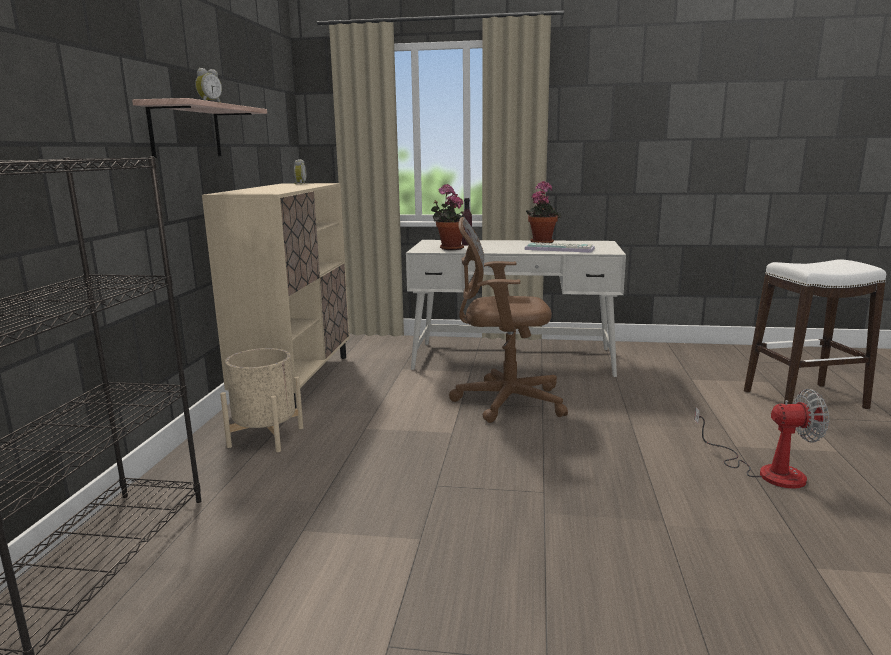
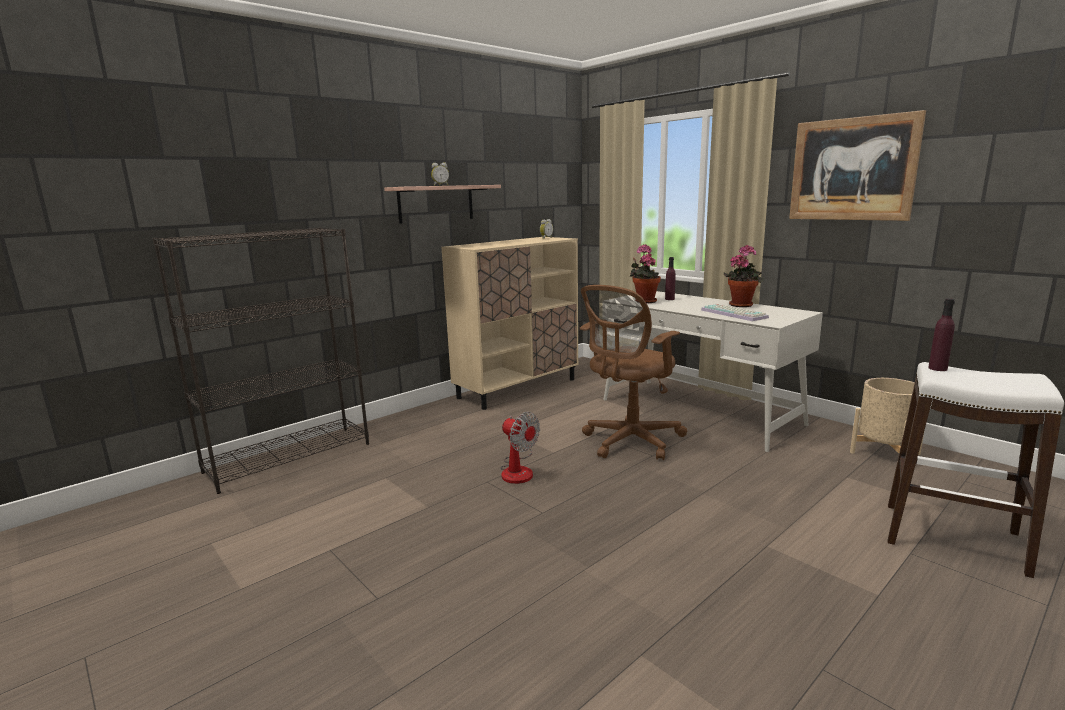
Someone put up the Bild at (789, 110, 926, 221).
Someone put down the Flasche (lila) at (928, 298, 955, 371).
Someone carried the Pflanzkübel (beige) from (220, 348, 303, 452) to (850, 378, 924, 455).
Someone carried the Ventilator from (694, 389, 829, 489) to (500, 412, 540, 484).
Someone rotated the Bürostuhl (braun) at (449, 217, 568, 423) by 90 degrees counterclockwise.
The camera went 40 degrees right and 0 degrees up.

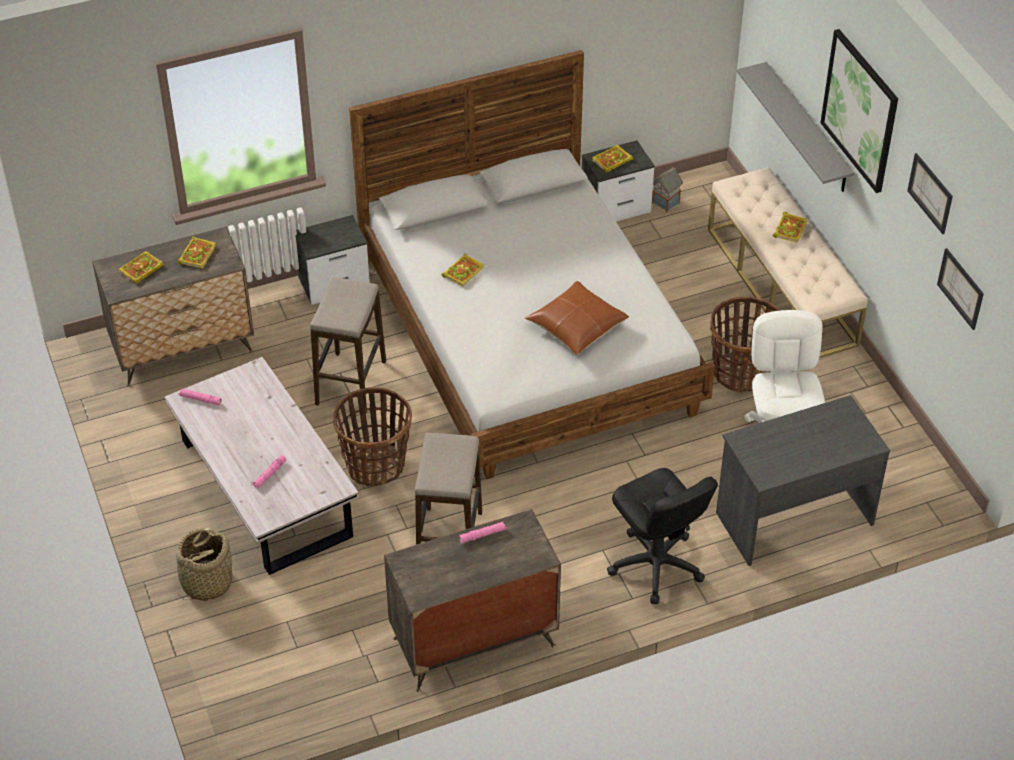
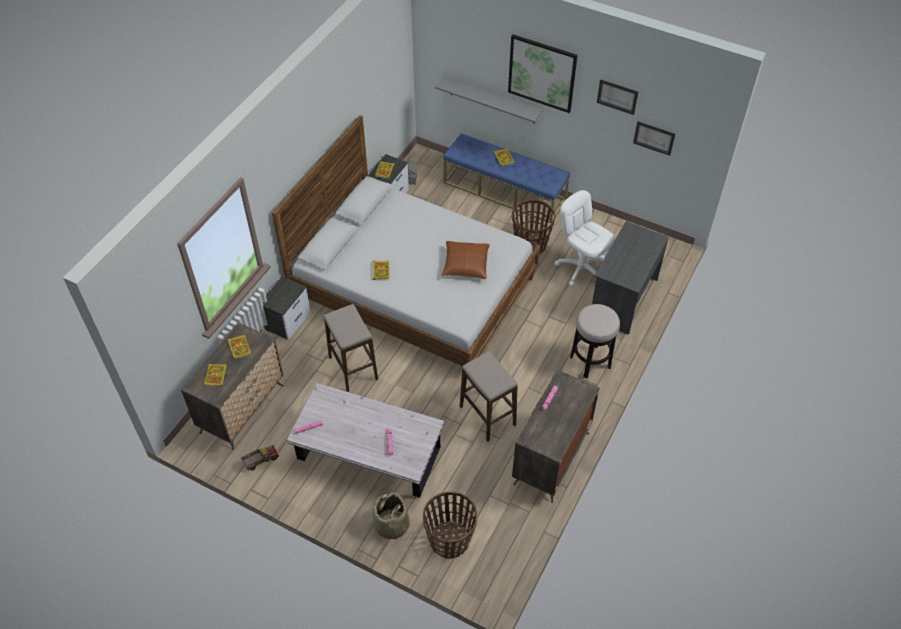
Someone put down the Spielzeuglaster at (241, 445, 279, 471).
Someone carried the Korb from (333, 387, 412, 487) to (423, 492, 477, 559).
Someone swapped the Bürostuhl (schwarz) at (607, 468, 718, 604) for the Hocker at (570, 304, 620, 379).
Someone repainted the Bank (beige) at (708, 167, 868, 358), which became the Bank (blau) at (443, 133, 570, 223).
The camera went 40 degrees left and 5 degrees up.

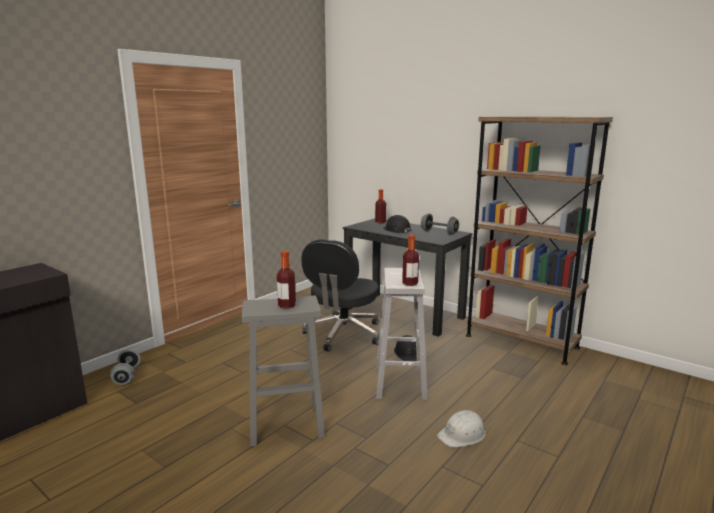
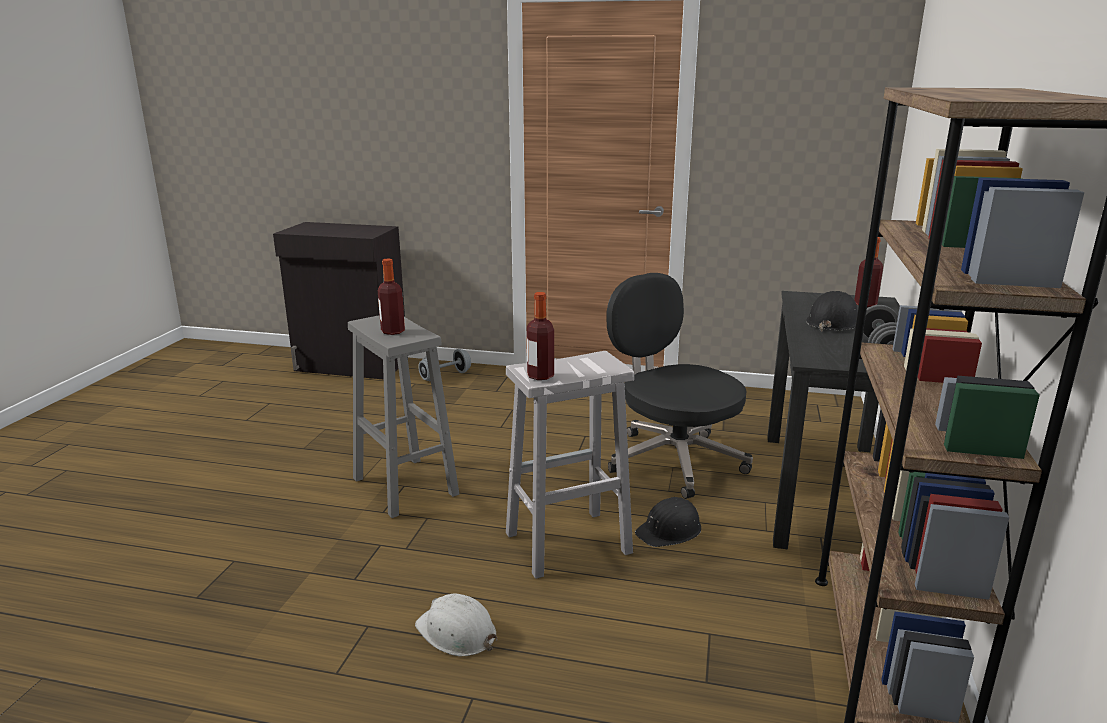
Someone rotated the Bürostuhl (schwarz) at (301, 239, 379, 352) by 60 degrees clockwise.
The camera went 65 degrees right and 5 degrees up.

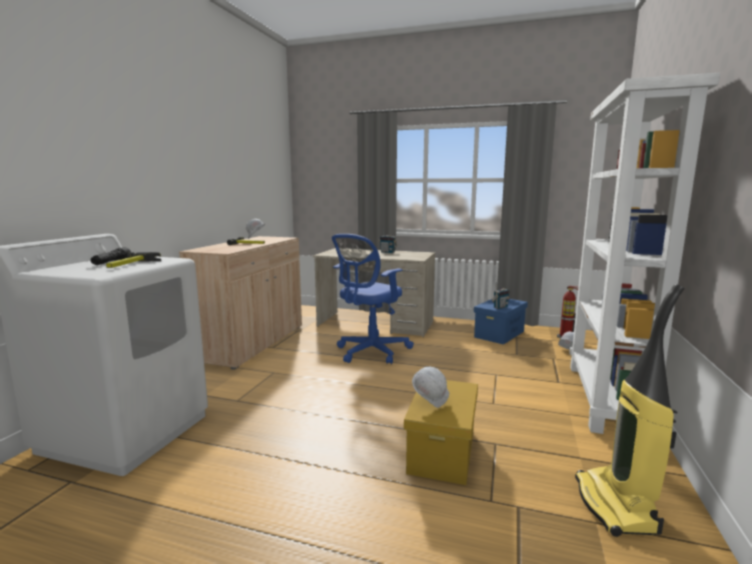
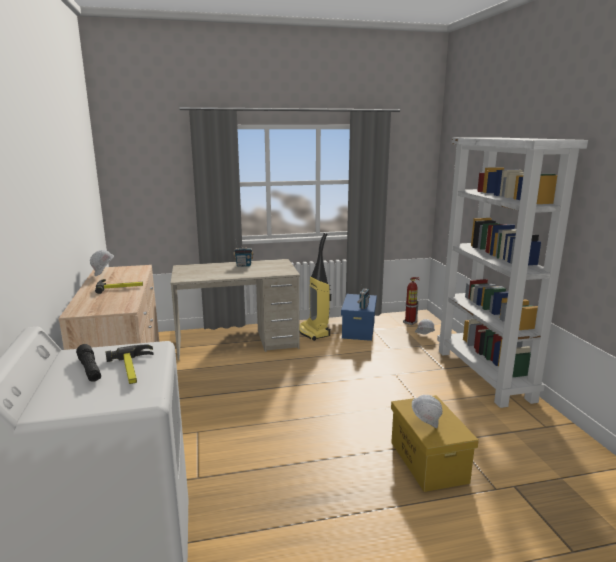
Someone took away the Bürostuhl (blau) at (332, 234, 414, 364).
Someone carried the Staubsauger from (575, 284, 685, 537) to (299, 233, 331, 341).
The camera went 30 degrees left and 5 degrees up.

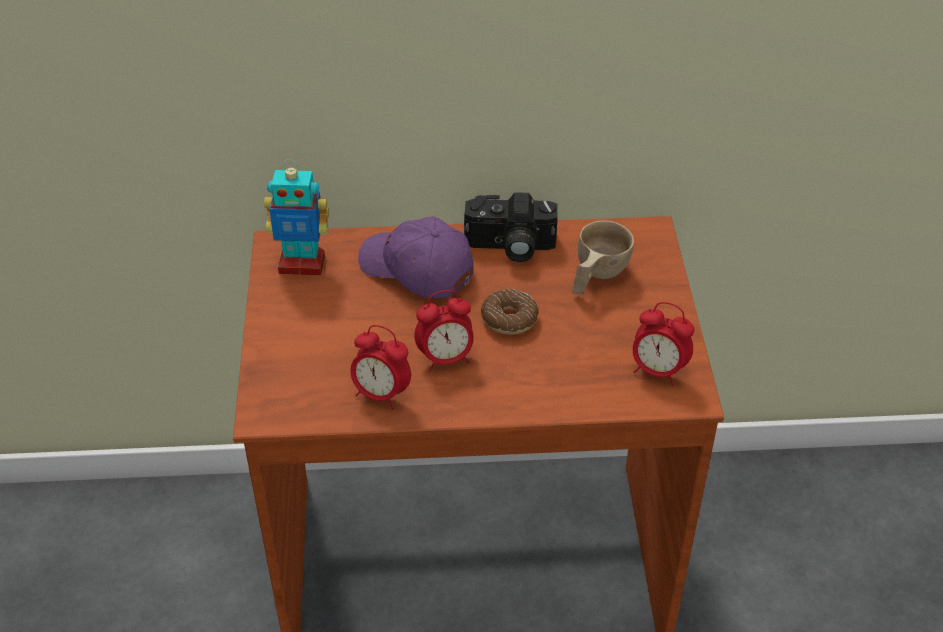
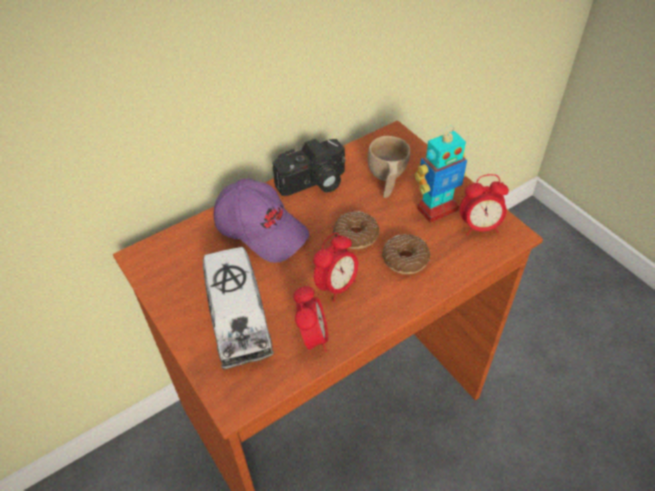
Someone put down the Spielzeuglaster at (203, 247, 274, 369).
Someone put down the Donut at (382, 234, 430, 274).
Someone carried the Spielzeugroboter from (264, 159, 329, 275) to (415, 125, 467, 223).
Someone rotated the Wecker at (350, 325, 411, 410) by 90 degrees counterclockwise.
Someone rotated the Kappe (lila) at (358, 216, 474, 299) by 150 degrees counterclockwise.
The camera went 30 degrees left and 5 degrees up.

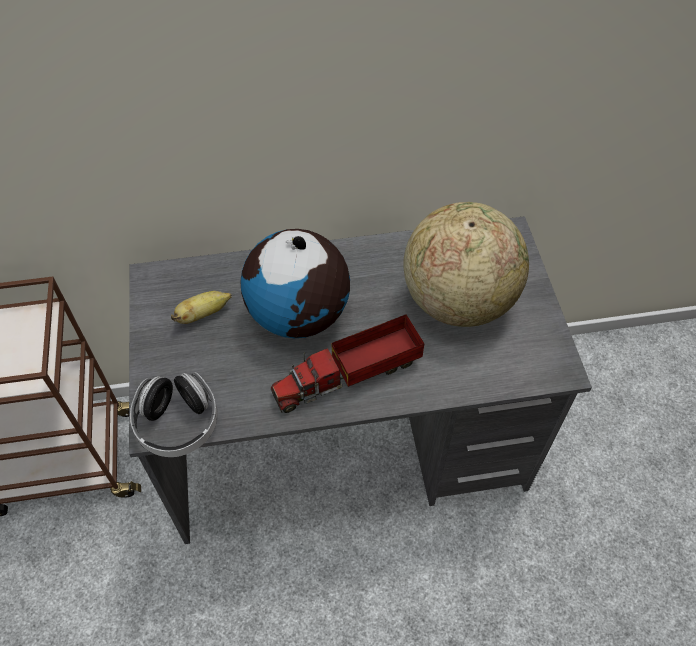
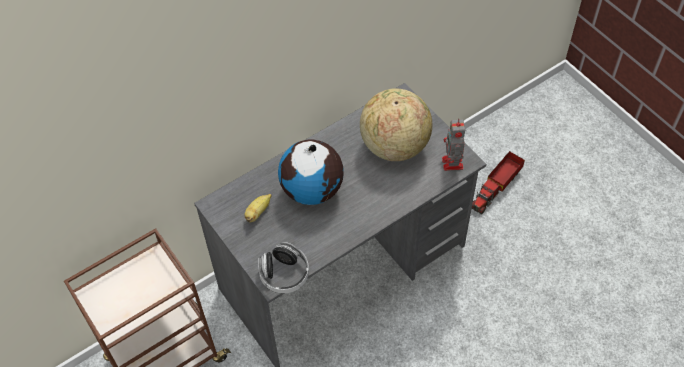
Someone put down the Spielzeugroboter at (442, 118, 465, 171).
Someone carried the Spielzeuglaster from (271, 314, 424, 413) to (472, 151, 525, 214).
The camera went 25 degrees left and 0 degrees up.

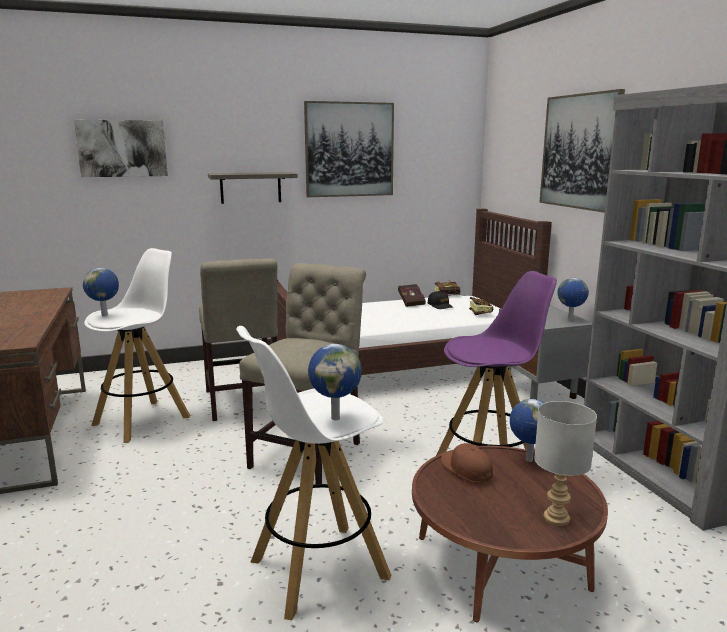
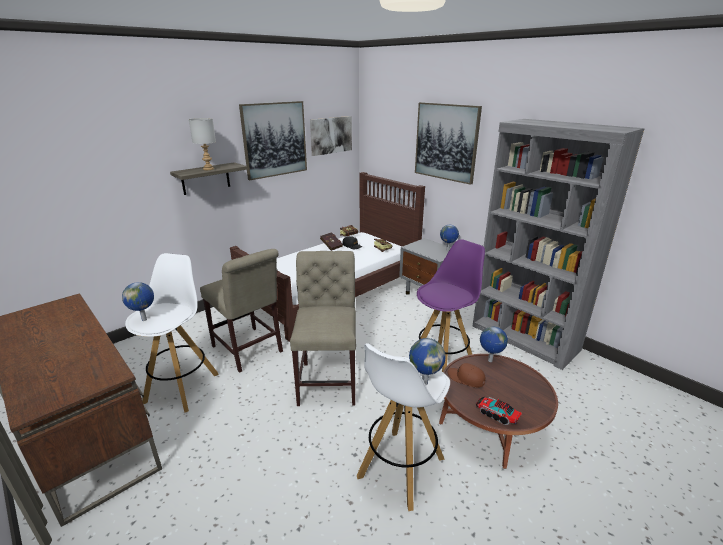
Someone put down the Spielzeuglaster at (476, 397, 522, 425).
Someone carried the Bild from (74, 120, 168, 177) to (310, 116, 352, 156).
Someone carried the Tischlampe (grau) from (534, 401, 597, 526) to (189, 118, 216, 170).
The camera went 25 degrees left and 10 degrees up.

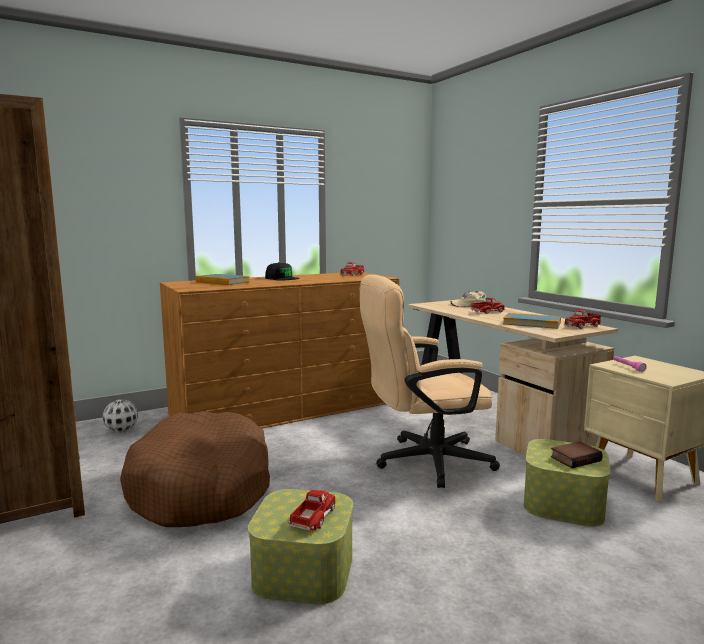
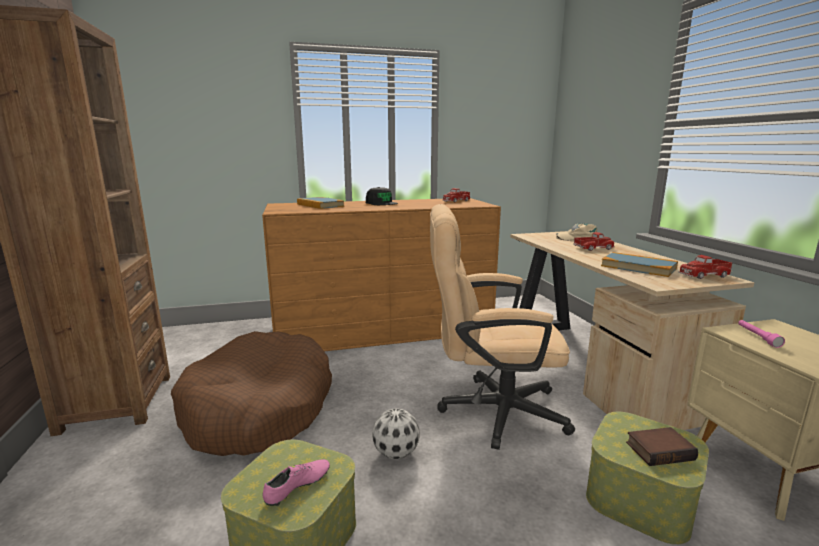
Someone carried the Fußball from (103, 399, 138, 432) to (372, 409, 420, 459).
Someone swapped the Spielzeuglaster at (288, 490, 336, 530) for the Schuh (rosa) at (263, 459, 330, 506).
The camera went 15 degrees right and 5 degrees up.

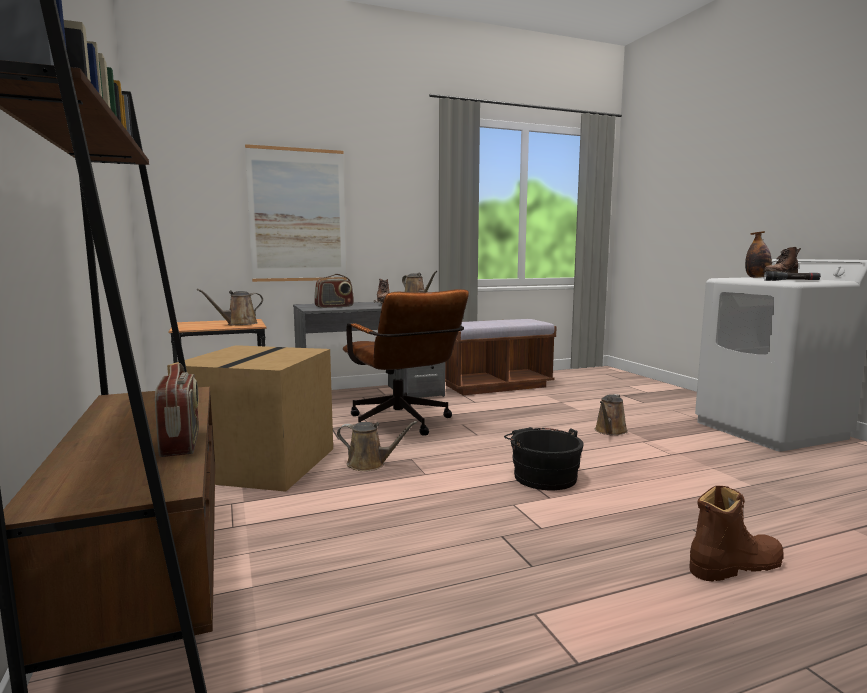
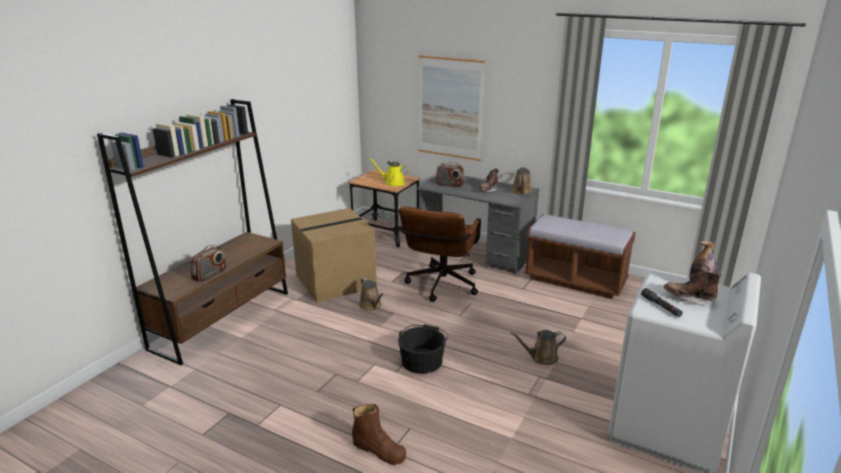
Someone repainted the Gießkanne (braun) at (197, 289, 263, 326), which became the Gießkanne (gelb) at (368, 158, 409, 186).
The camera went 50 degrees right and 15 degrees up.

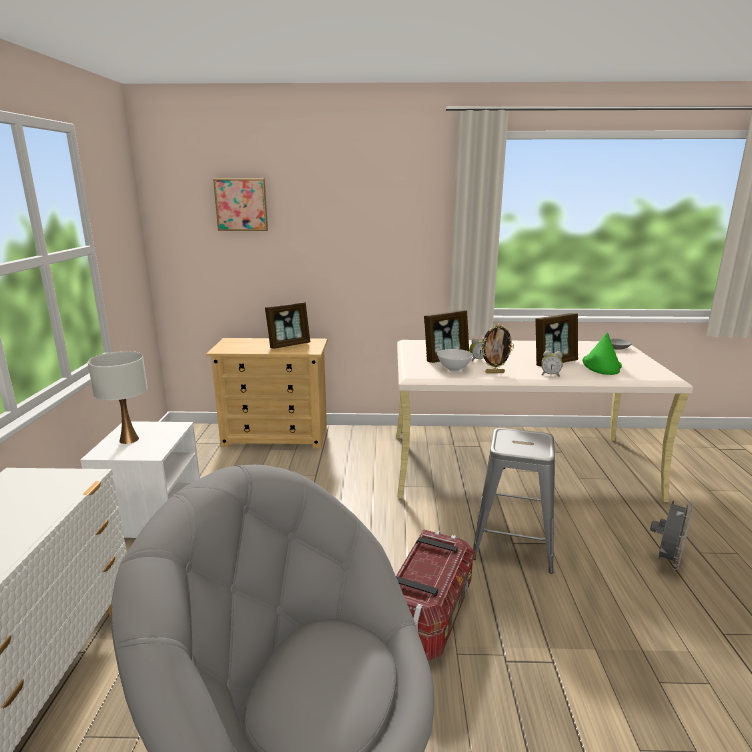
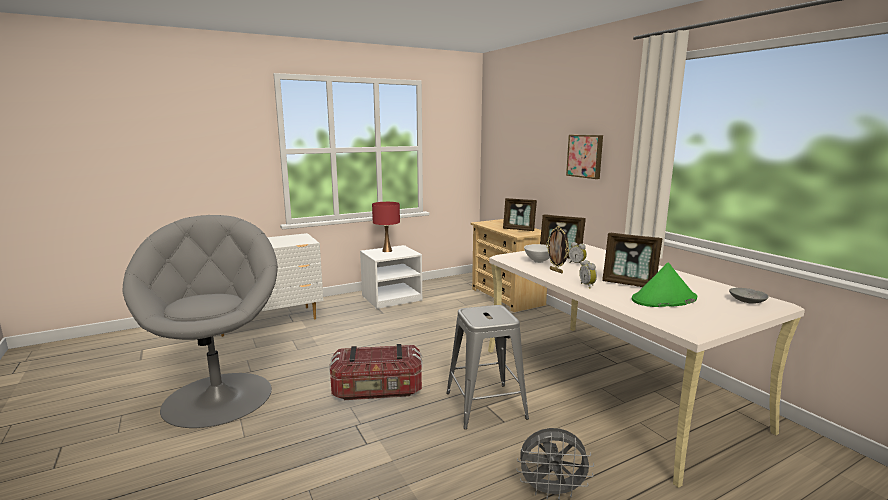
Someone carried the Bild from (213, 179, 268, 231) to (566, 135, 603, 179).
Someone repainted the Tischlampe (weiß) at (88, 351, 148, 444), which became the Tischlampe (rot) at (372, 202, 400, 252).
The camera went 60 degrees right and 5 degrees down.

